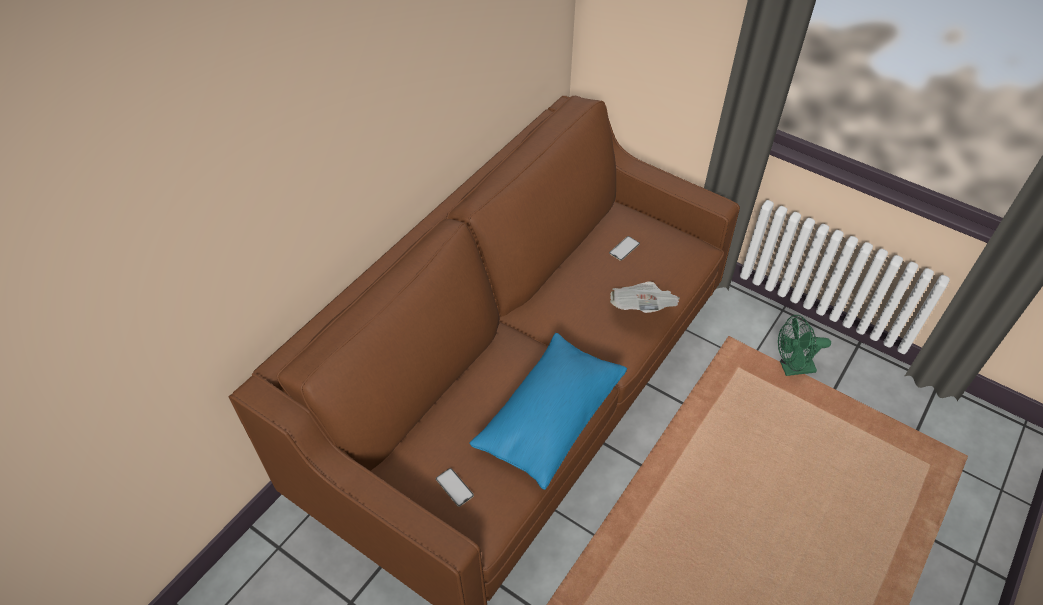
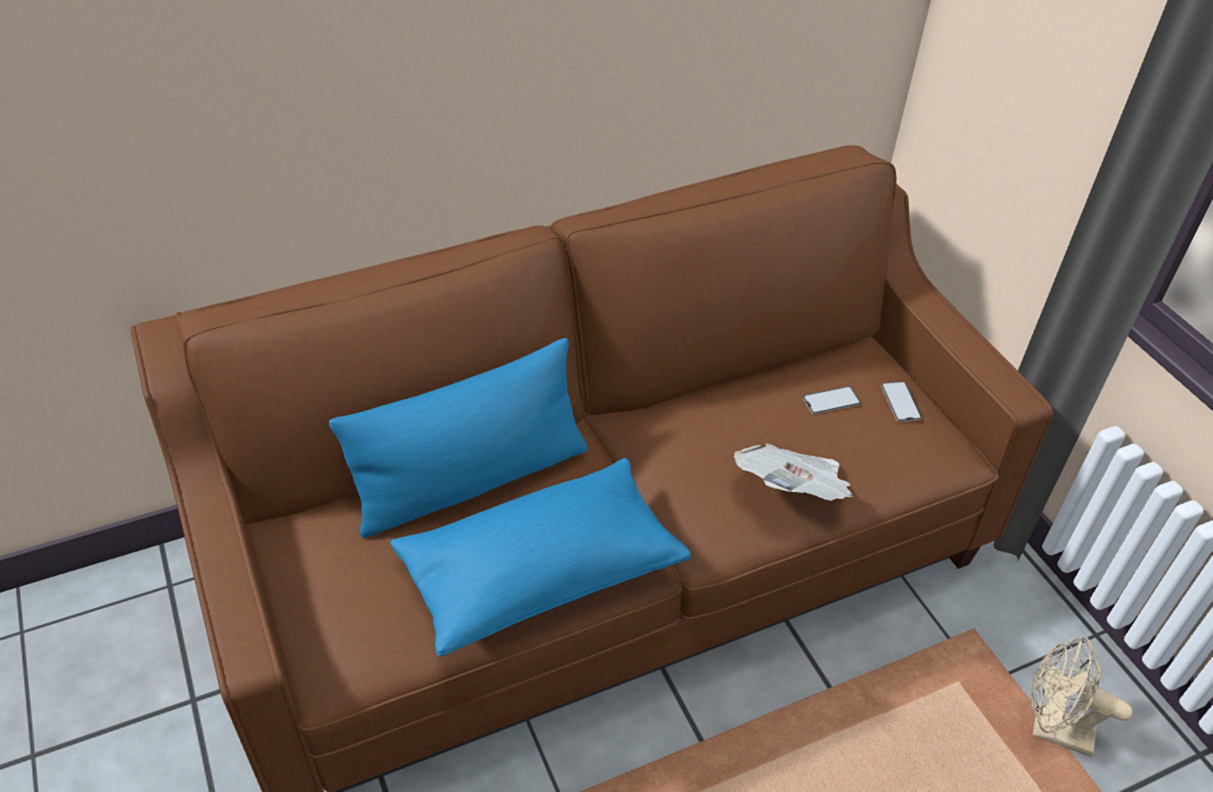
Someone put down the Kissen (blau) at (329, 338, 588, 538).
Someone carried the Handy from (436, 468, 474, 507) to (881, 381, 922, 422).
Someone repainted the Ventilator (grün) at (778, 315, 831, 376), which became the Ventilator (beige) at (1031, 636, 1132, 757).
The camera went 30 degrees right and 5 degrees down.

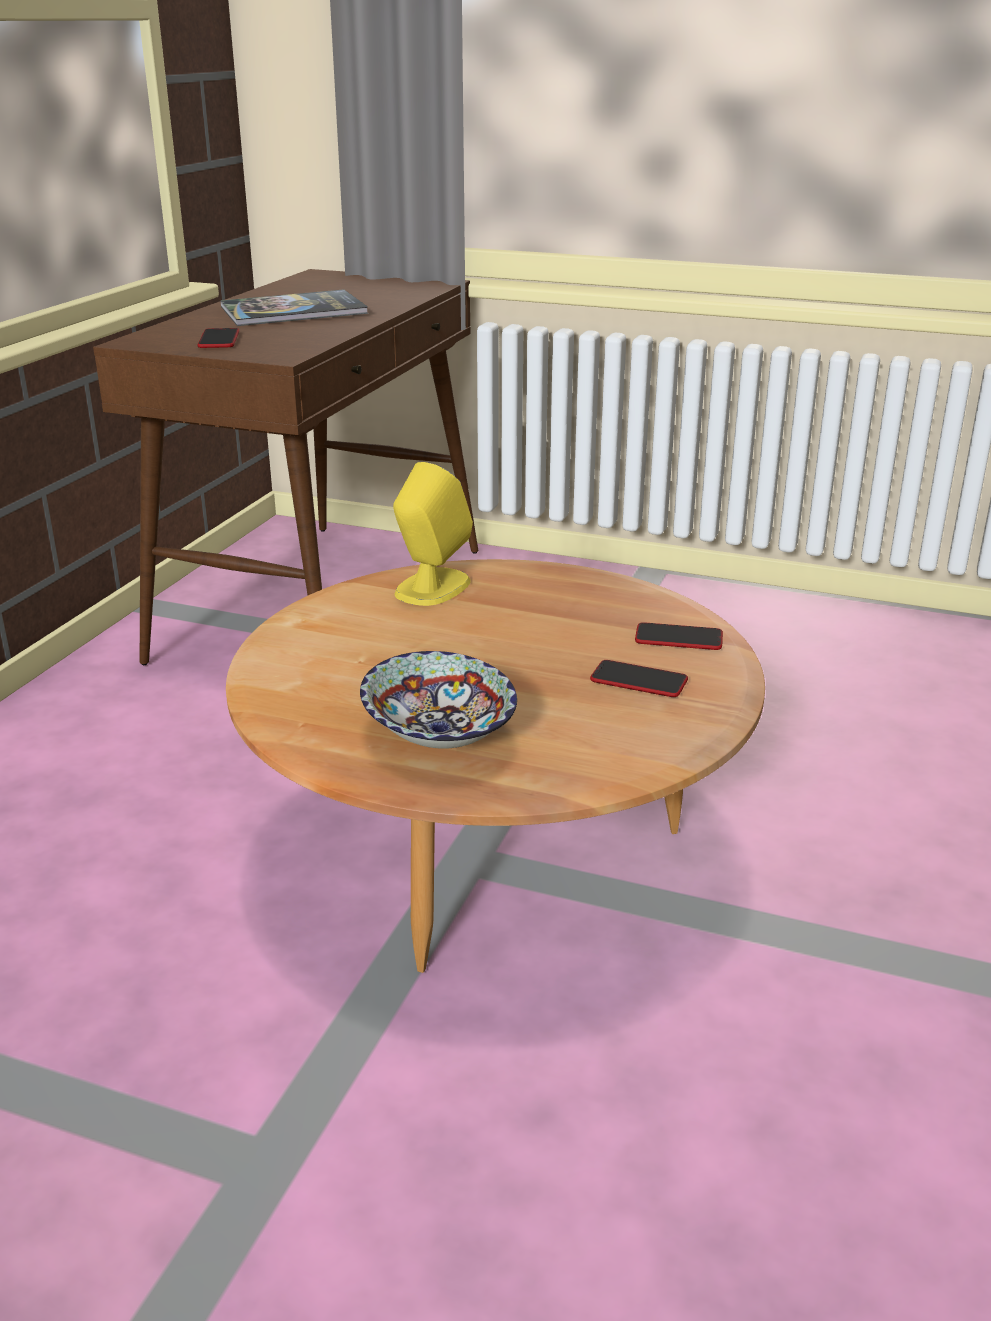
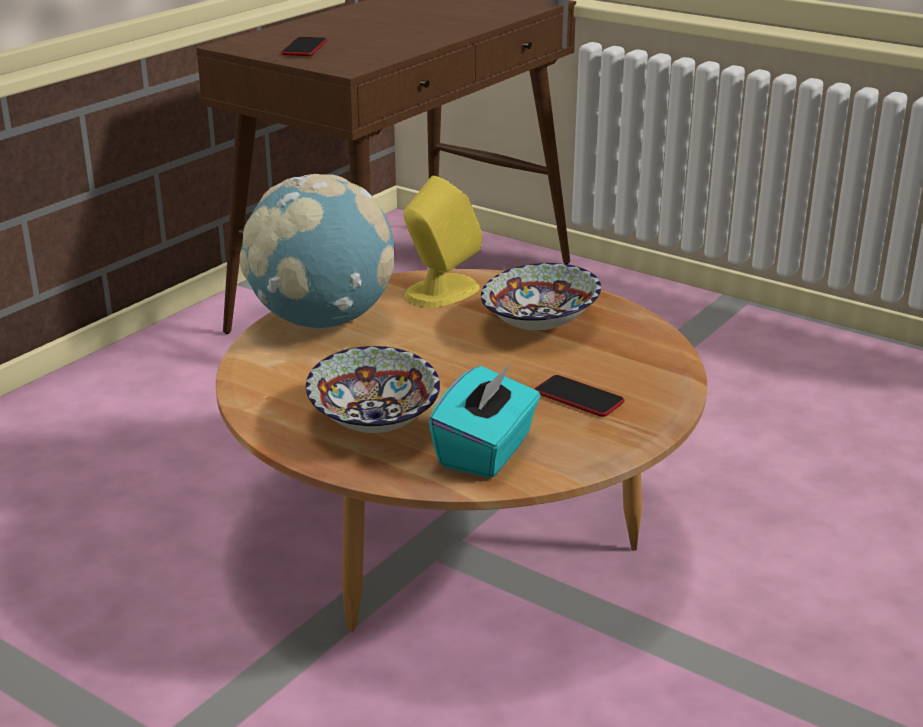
Someone took away the Buch at (220, 289, 368, 326).
Someone took away the Handy at (635, 622, 723, 650).
Someone put down the Globus at (240, 174, 395, 330).
Someone put down the Taschentuchbox (türkis) at (429, 364, 540, 478).
Someone put down the Schüssel at (481, 263, 601, 330).
The camera went 15 degrees right and 0 degrees up.

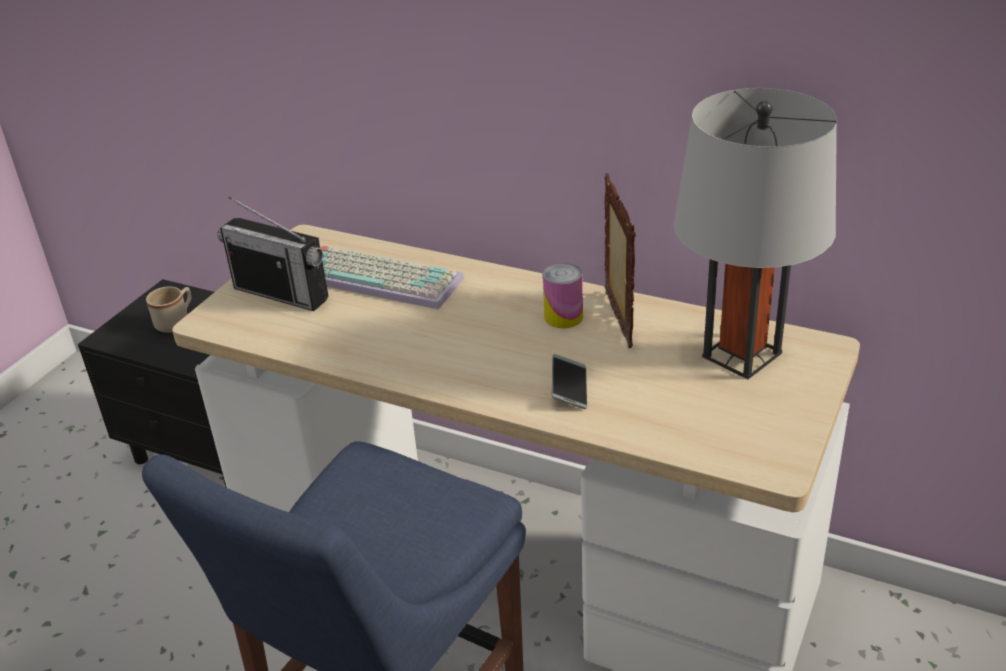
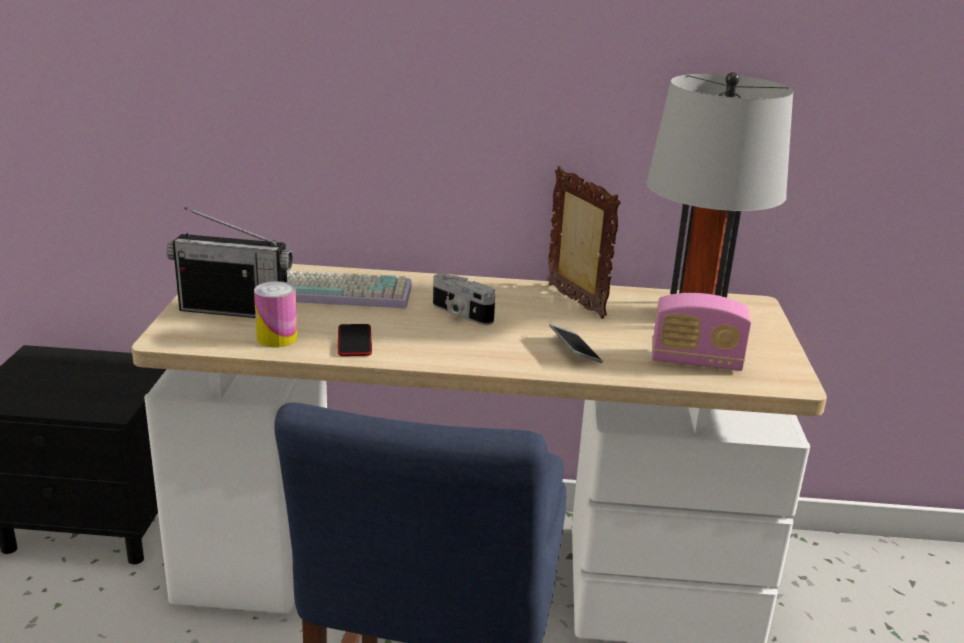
Someone took away the Henkelbecher (beige) at (146, 286, 191, 333).
Someone put down the Handy at (338, 324, 372, 356).
Someone put down the Kamera at (433, 274, 495, 325).
Someone put down the Radio at (652, 293, 751, 371).
Someone carried the Dose from (543, 263, 583, 328) to (254, 281, 298, 347).
The camera went 25 degrees left and 10 degrees down.

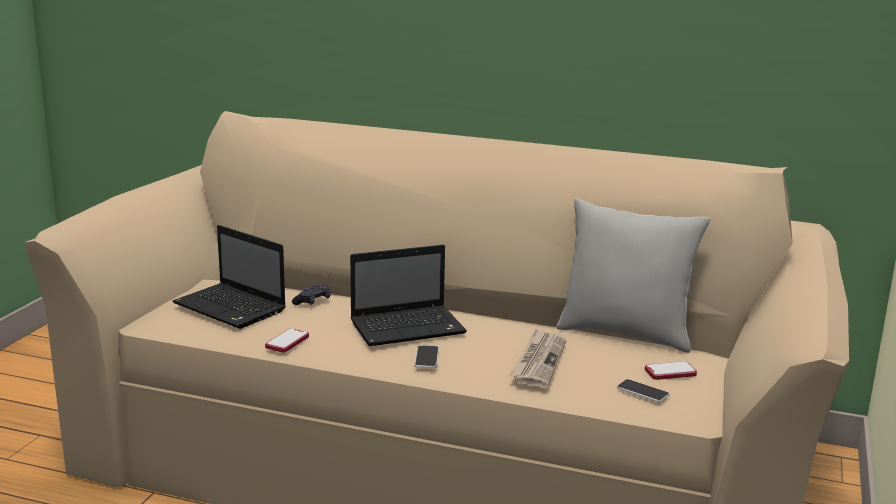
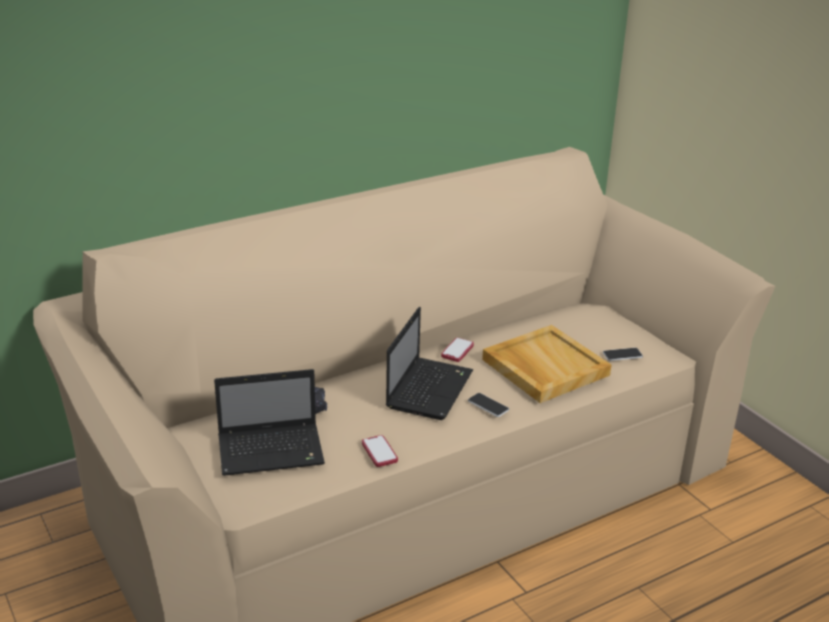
Someone took away the Kissen (grau) at (556, 198, 711, 353).
Someone carried the Handy from (645, 361, 697, 380) to (441, 338, 474, 362).
Someone swapped the Zeitung at (510, 329, 566, 388) for the Tablett (beige) at (482, 325, 612, 403).
The camera went 50 degrees left and 10 degrees up.

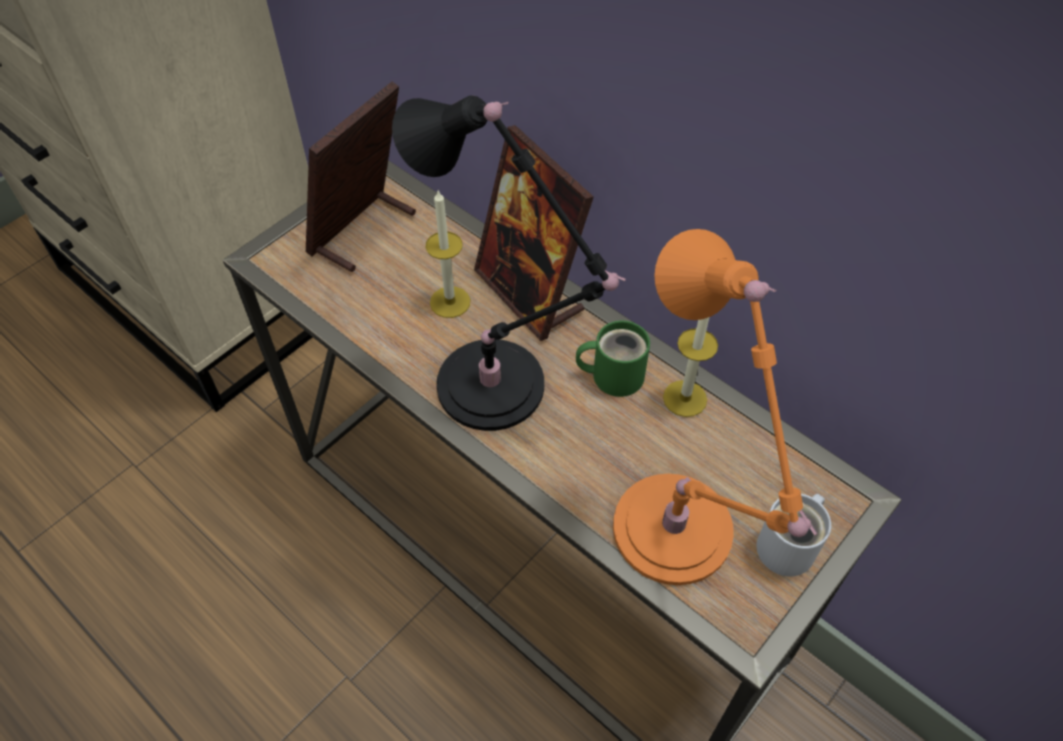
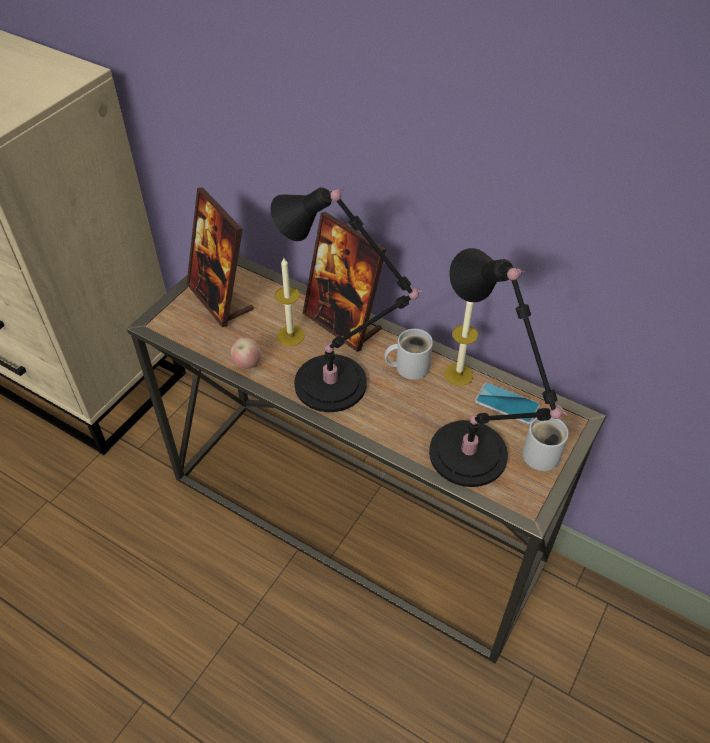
Someone put down the Apfel at (231, 337, 261, 369).
Someone put down the Handy at (475, 382, 540, 424).
Someone repainted the Henkelbecher (grün) at (576, 320, 650, 397), which became the Henkelbecher (weiß) at (384, 329, 433, 380).
Someone repainted the Tischlampe (orange) at (613, 229, 818, 585), which became the Tischlampe (schwarz) at (429, 248, 568, 487).
Someone rotated the Bilderrahmen at (306, 81, 416, 272) by 60 degrees counterclockwise.
The camera went 10 degrees left and 5 degrees down.

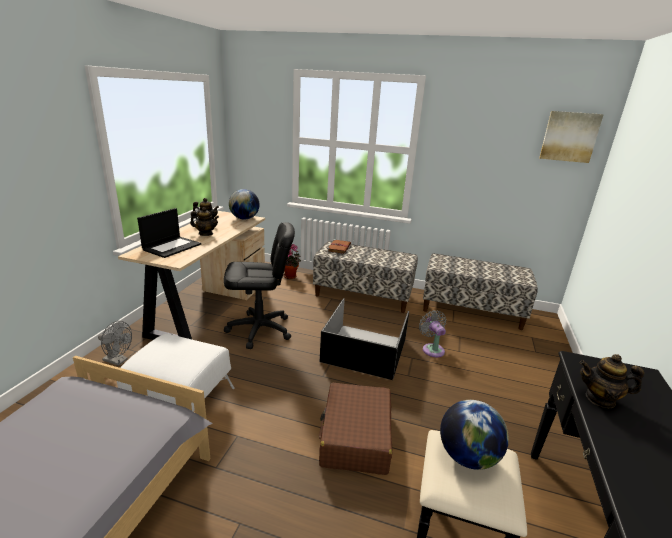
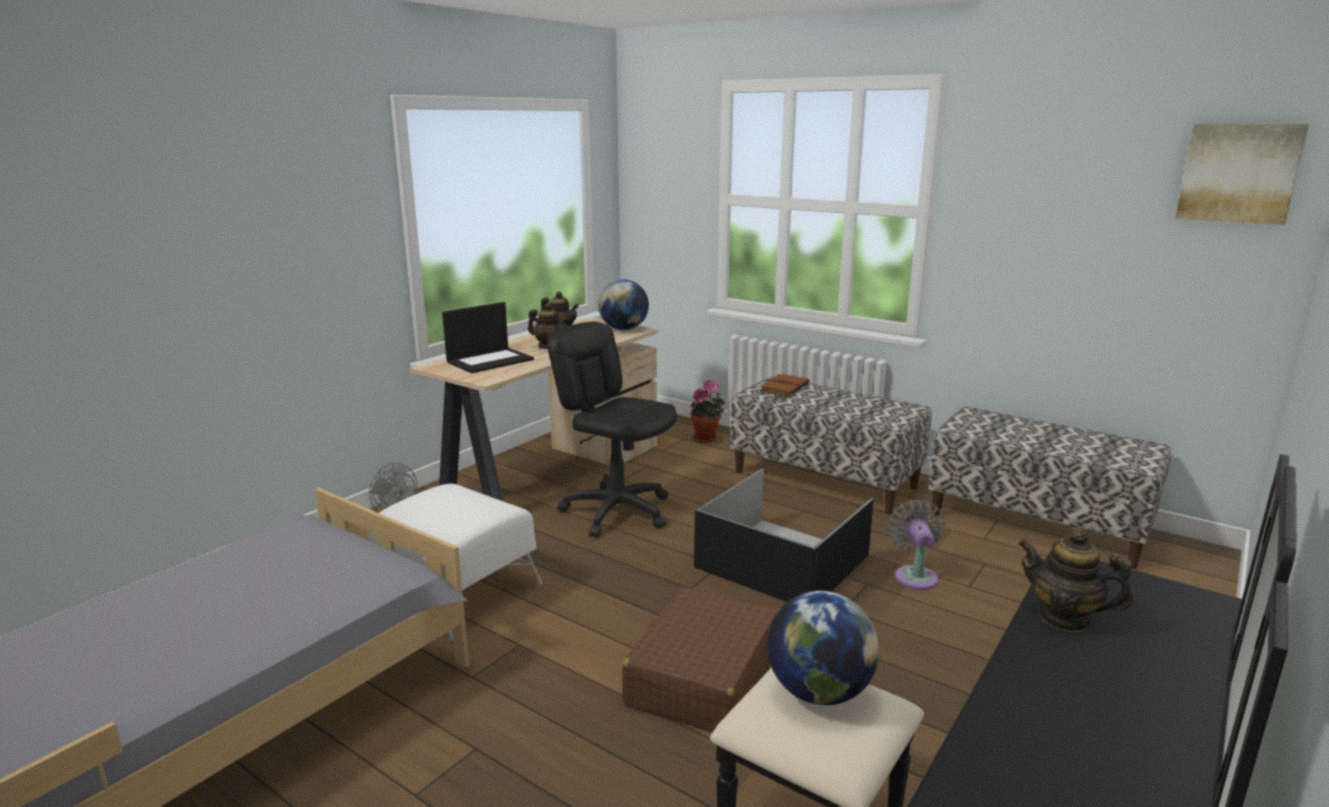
Someone rotated the Bürostuhl (schwarz) at (224, 222, 295, 349) by 150 degrees counterclockwise.
The camera went 20 degrees right and 5 degrees down.

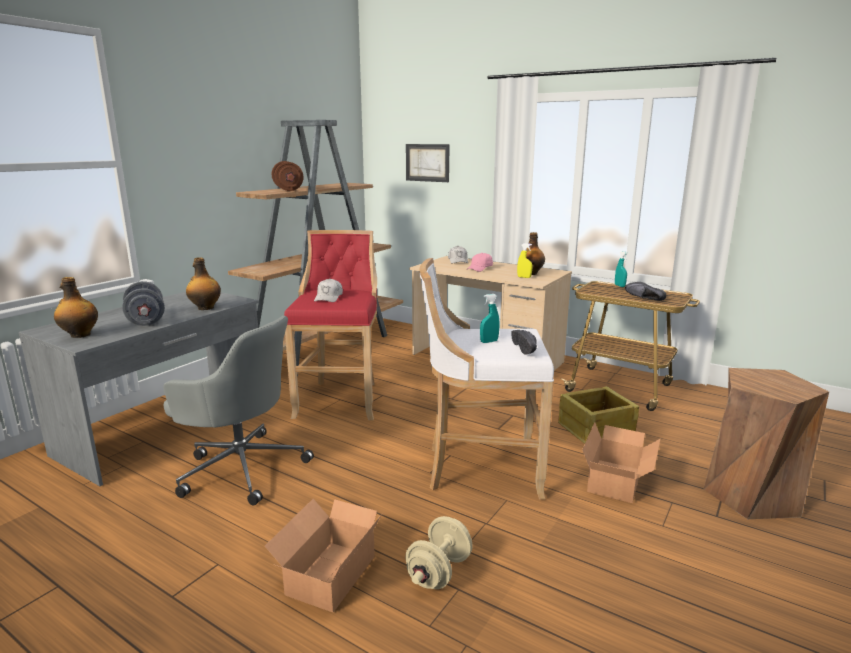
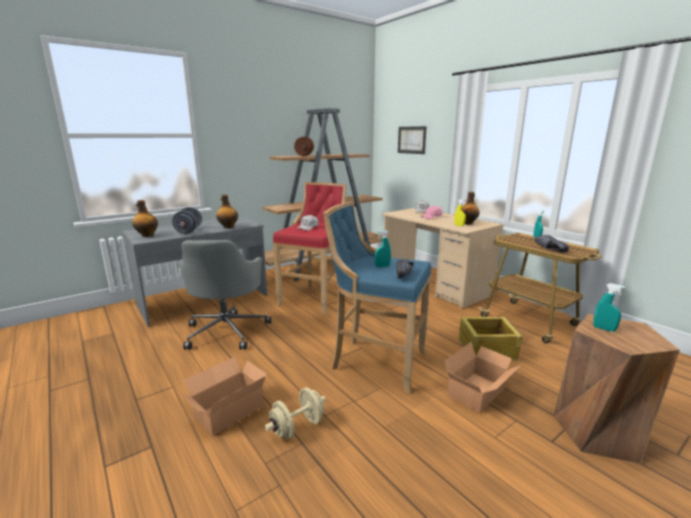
Someone put down the Sprühflasche (türkis) at (593, 283, 625, 332).
Someone repainted the Hocker (weiß) at (420, 258, 554, 500), which became the Hocker (blau) at (323, 201, 431, 394).
Someone rotated the Bürostuhl (grau) at (163, 316, 314, 506) by 45 degrees clockwise.
The camera went 20 degrees right and 0 degrees up.

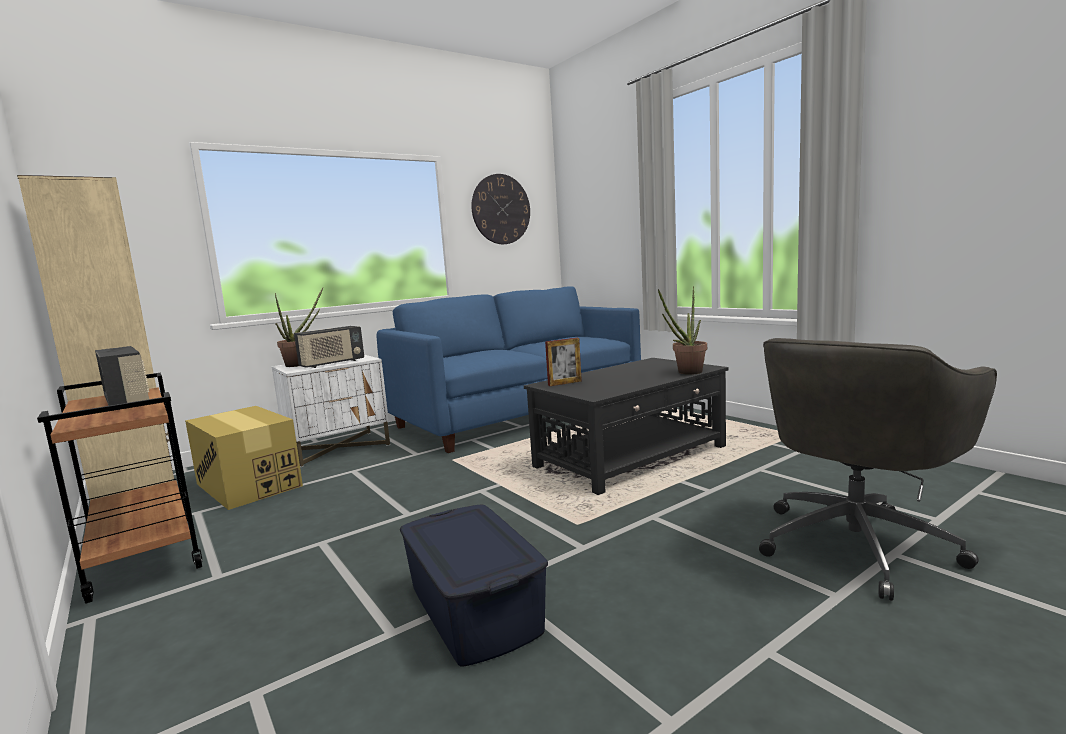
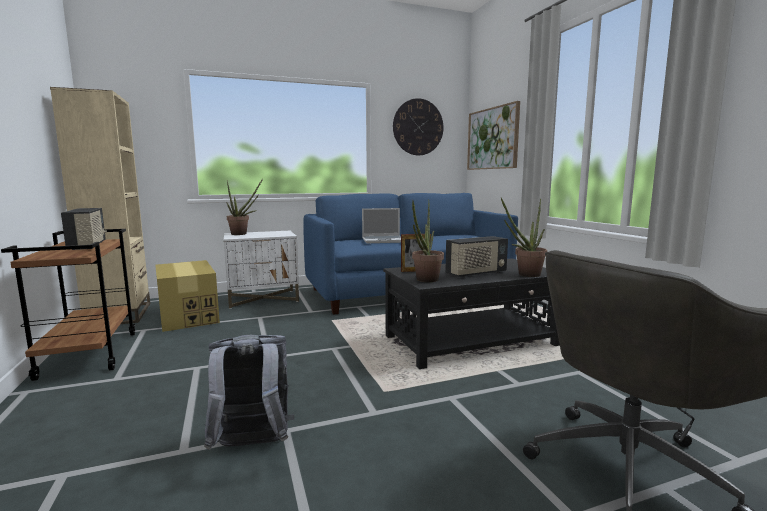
Someone put down the Laptop at (362, 208, 401, 243).
Someone put down the Topfpflanze at (412, 199, 444, 282).
Someone put up the Bild at (467, 101, 520, 170).
Someone carried the Radio from (294, 326, 364, 368) to (445, 236, 508, 278).
Someone swapped the Aufbewahrungsbox (blau) at (400, 505, 548, 666) for the Rucksack (grau) at (204, 335, 294, 450).
The camera went 15 degrees right and 0 degrees up.

